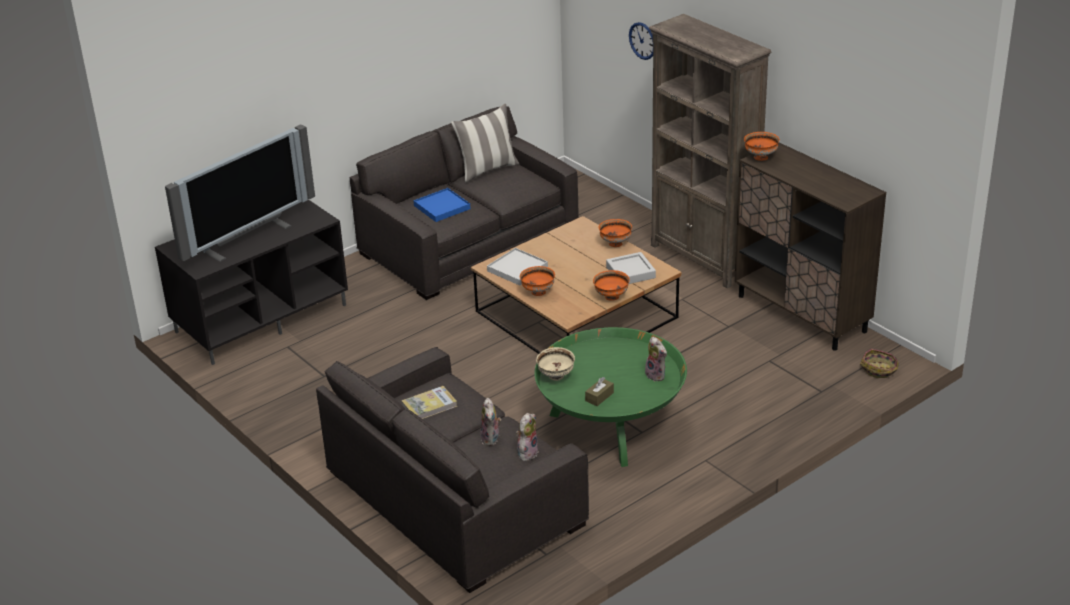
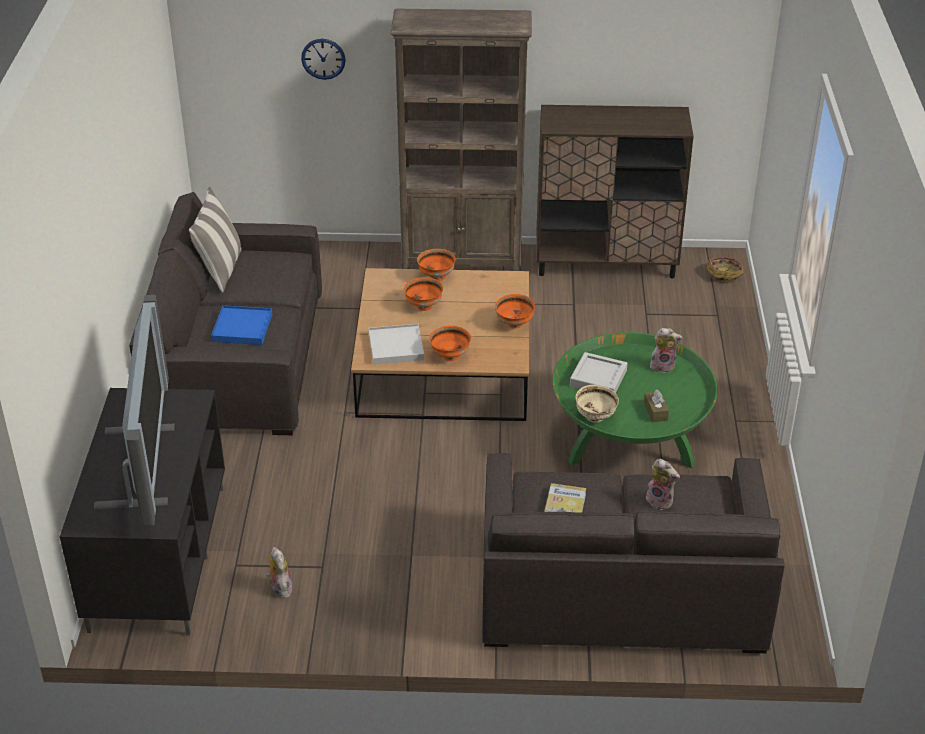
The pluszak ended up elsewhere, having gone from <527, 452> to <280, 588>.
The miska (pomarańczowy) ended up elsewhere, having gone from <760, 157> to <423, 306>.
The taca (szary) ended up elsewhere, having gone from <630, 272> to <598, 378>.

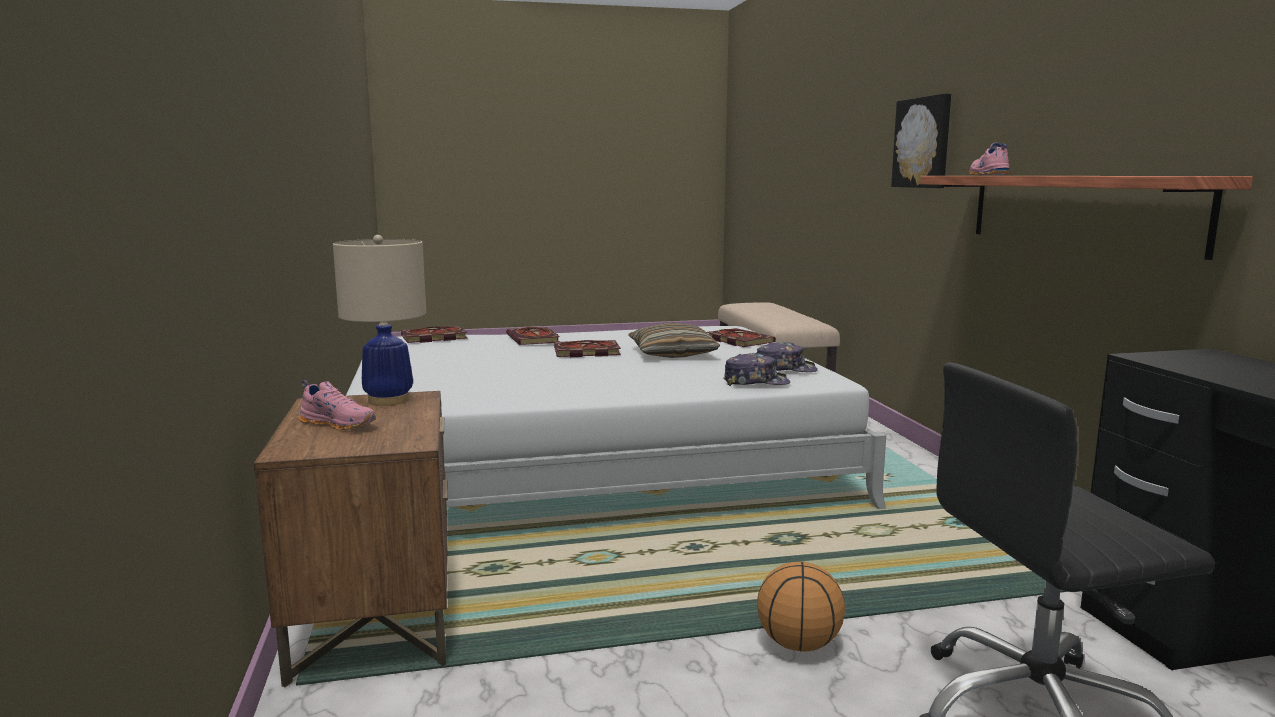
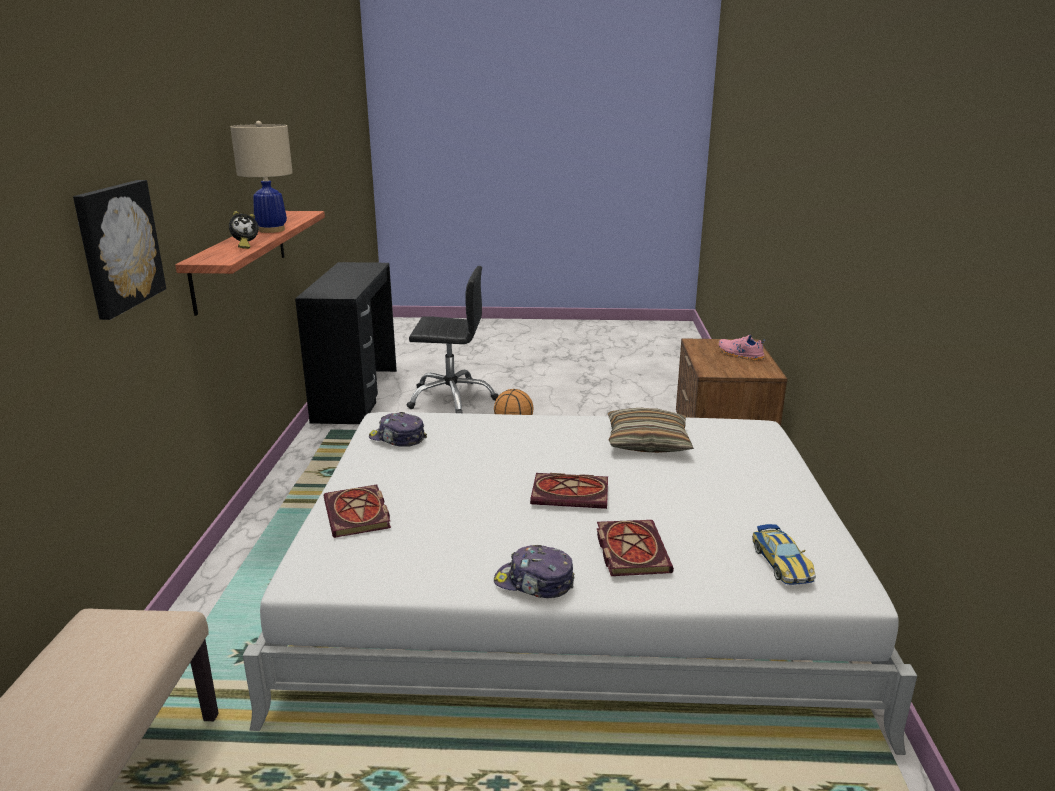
Where the but (różowy) stood at <987, 175>, the budzik came to stand at <245, 246>.
The lampa stołowa (beżowy) ended up elsewhere, having gone from <388, 400> to <272, 230>.
The czapka z daszkiem ended up elsewhere, having gone from <756, 382> to <534, 583>.
The poduszka ended up elsewhere, having gone from <672, 354> to <647, 442>.
Where the książka stood at <432, 338>, the samochodzik came to stand at <781, 562>.

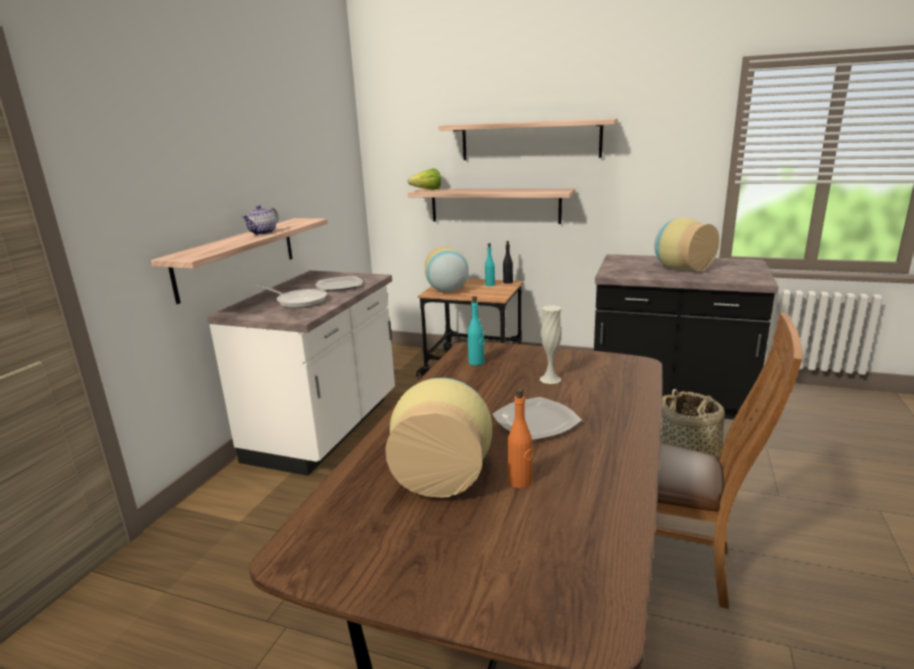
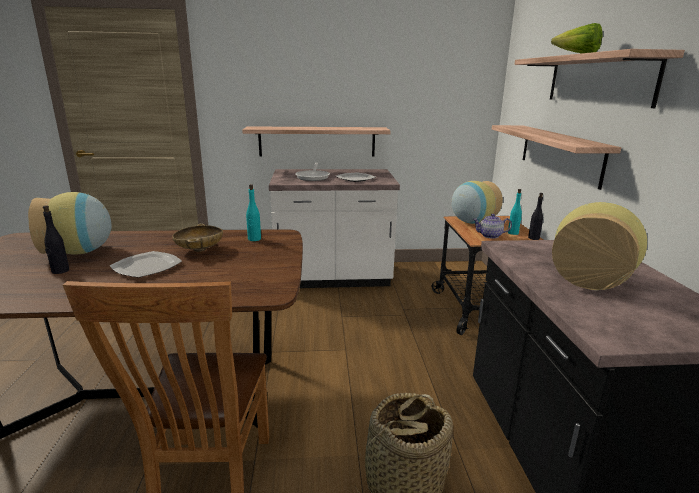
What was the butelka (pomarańczowy) at <520, 481> turned into the butelka (czarny) at <60, 271>.
The second view gained the miska (beżowy) at <199, 250>.
The imbryk ended up elsewhere, having gone from <263, 233> to <490, 236>.
The sałata ended up elsewhere, having gone from <427, 190> to <577, 55>.
The second view lost the wazon (biały) at <550, 379>.

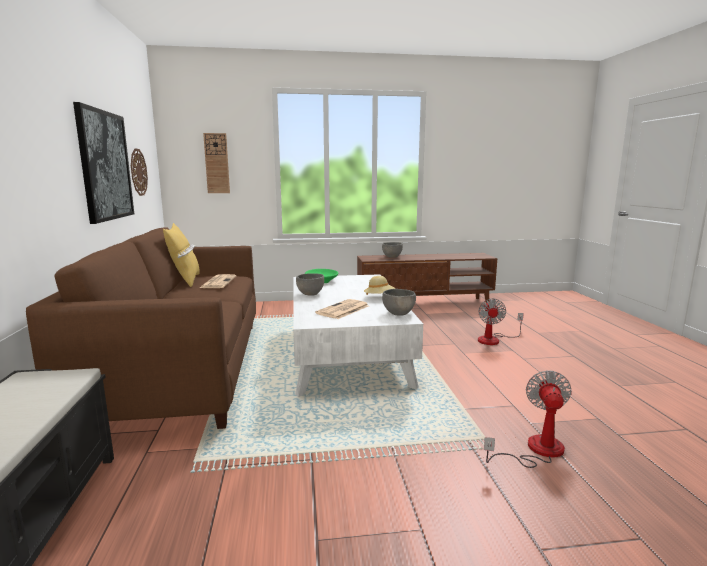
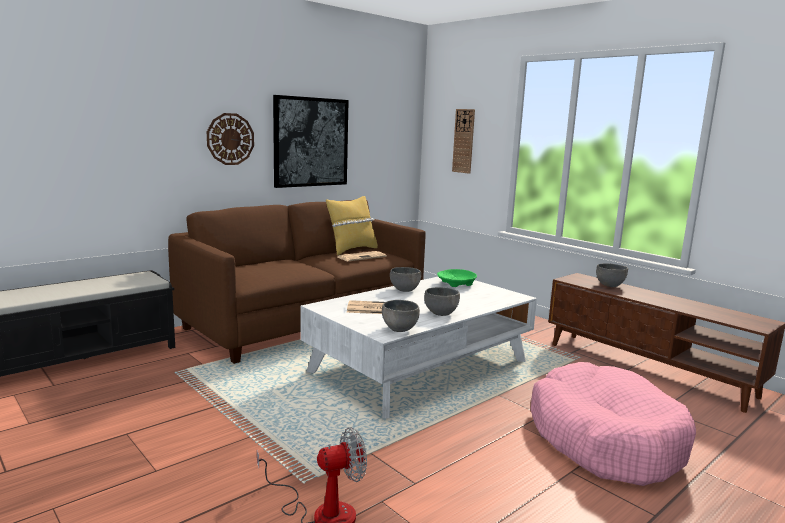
The zegar ścienny ended up elsewhere, having gone from <138, 172> to <230, 139>.
Where the kapelusz (beżowy) stood at <379, 297>, the miska (szary) came to stand at <441, 313>.
Where the wentylator stood at <494, 339>, the legowisko (różowy) came to stand at <604, 439>.

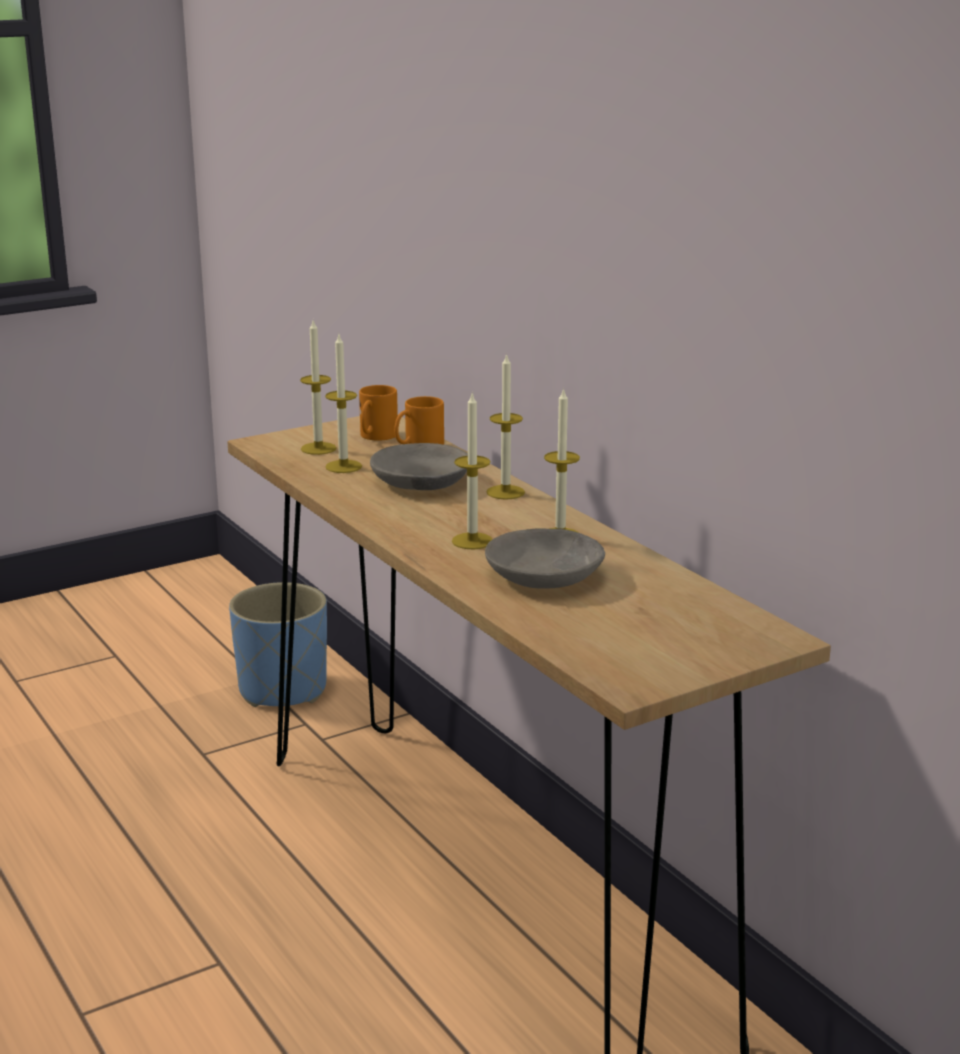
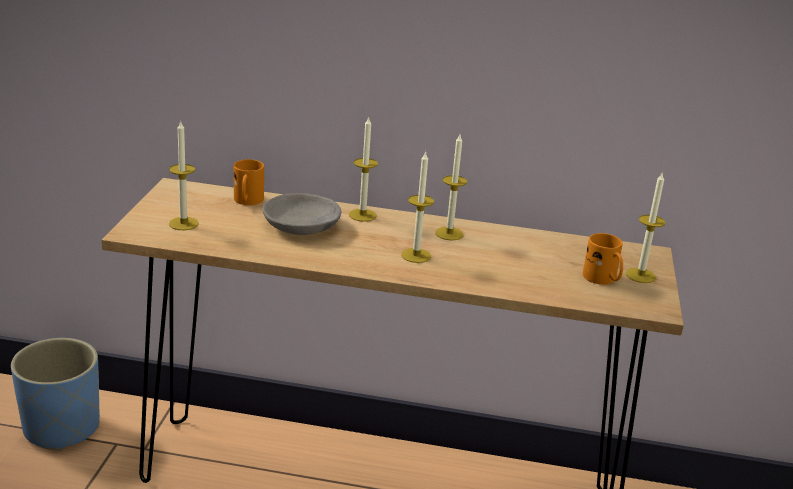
The kubek (pomarańczowy) ended up elsewhere, having gone from <376, 437> to <603, 280>.
The świeca ended up elsewhere, having gone from <343, 466> to <640, 275>.
The second view lost the miska (szary) at <546, 576>.

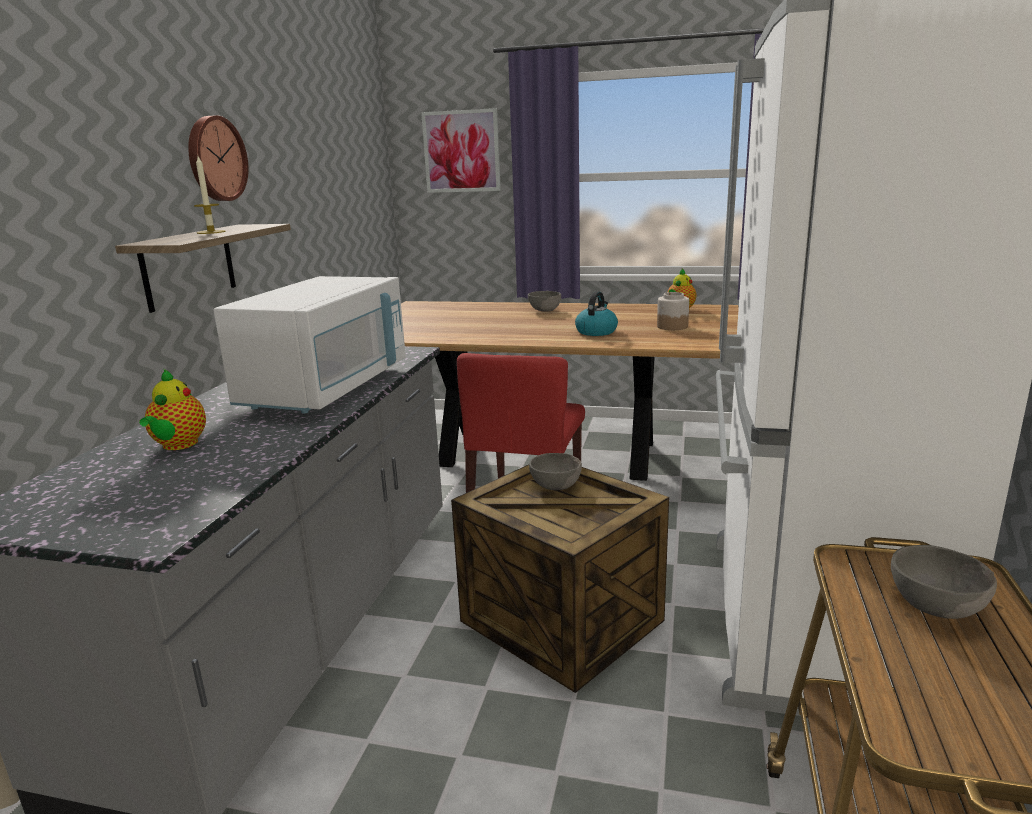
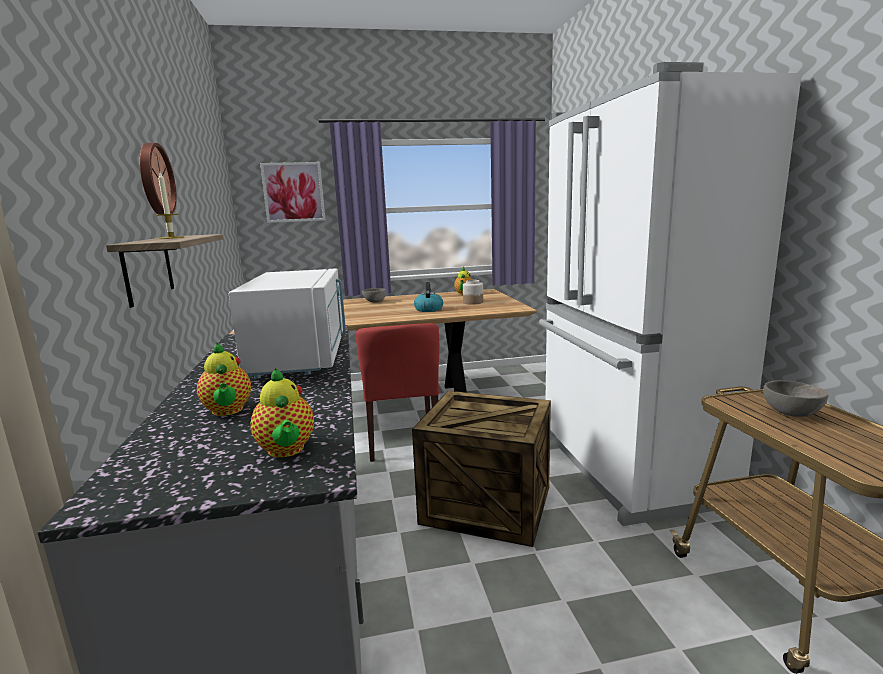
The second view gained the imbryk at <286, 451>.
The second view lost the miska (szary) at <556, 487>.

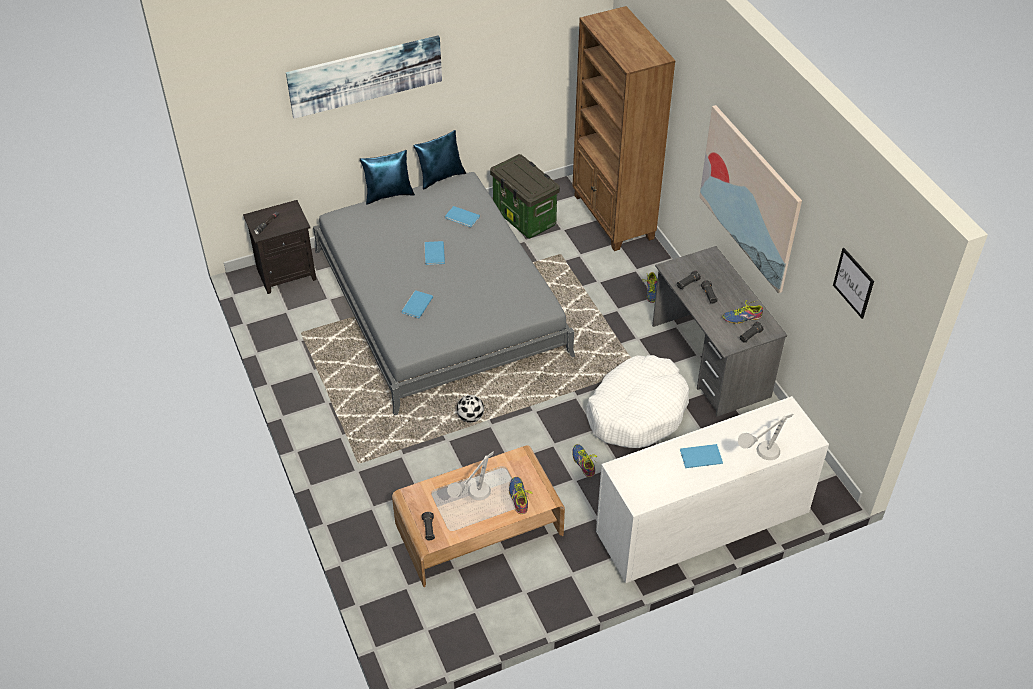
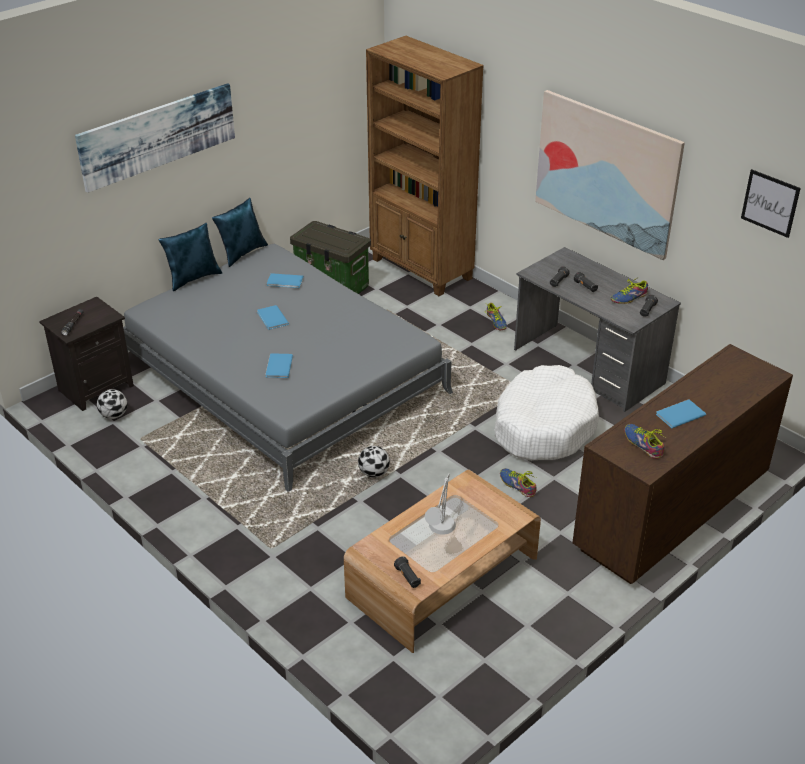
The second view gained the piłka futbolowa at <114, 415>.
What was the komoda (biały) at <700, 527> turned into the komoda (brązowy) at <670, 513>.
The but ended up elsewhere, having gone from <518, 497> to <643, 444>.
The second view lost the lampa stołowa (szary) at <759, 457>.

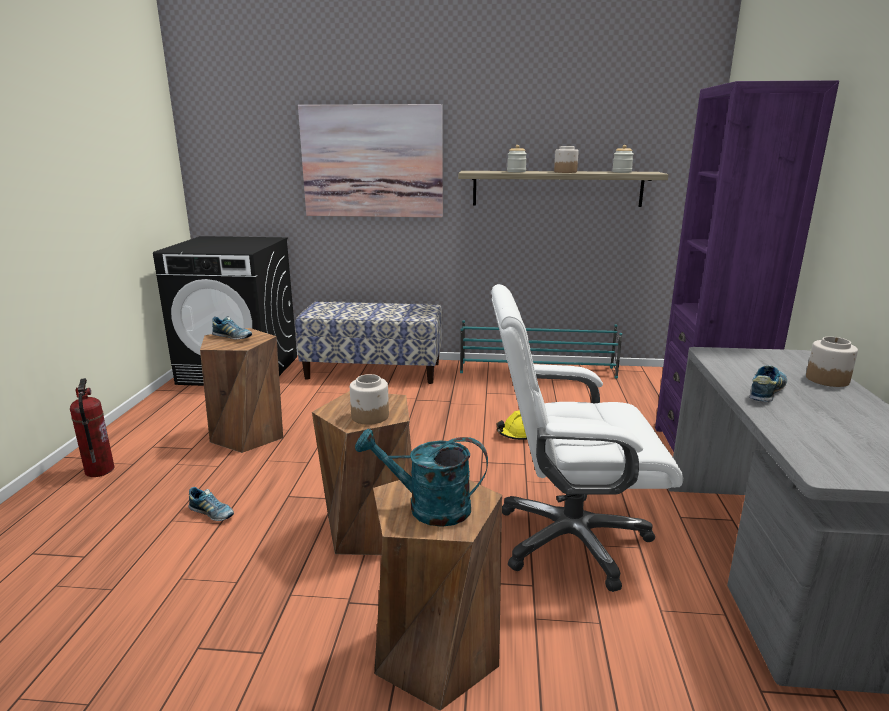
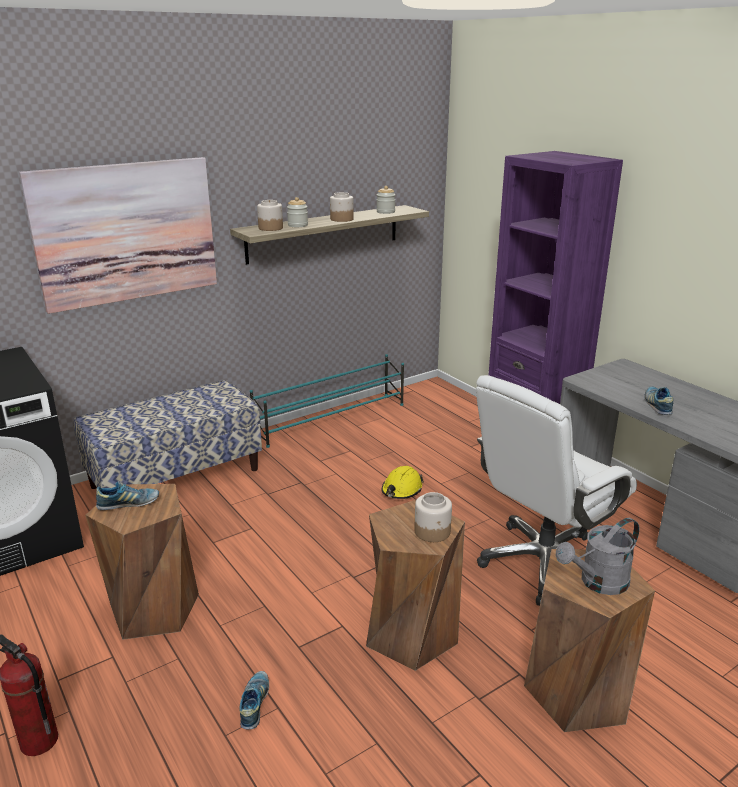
The but at <212, 513> ended up facing another way, 75 degrees counterclockwise from before.
The słoik ended up elsewhere, having gone from <827, 379> to <270, 228>.
What was the konewka (turkusowy) at <428, 508> turned into the konewka (szary) at <598, 583>.

